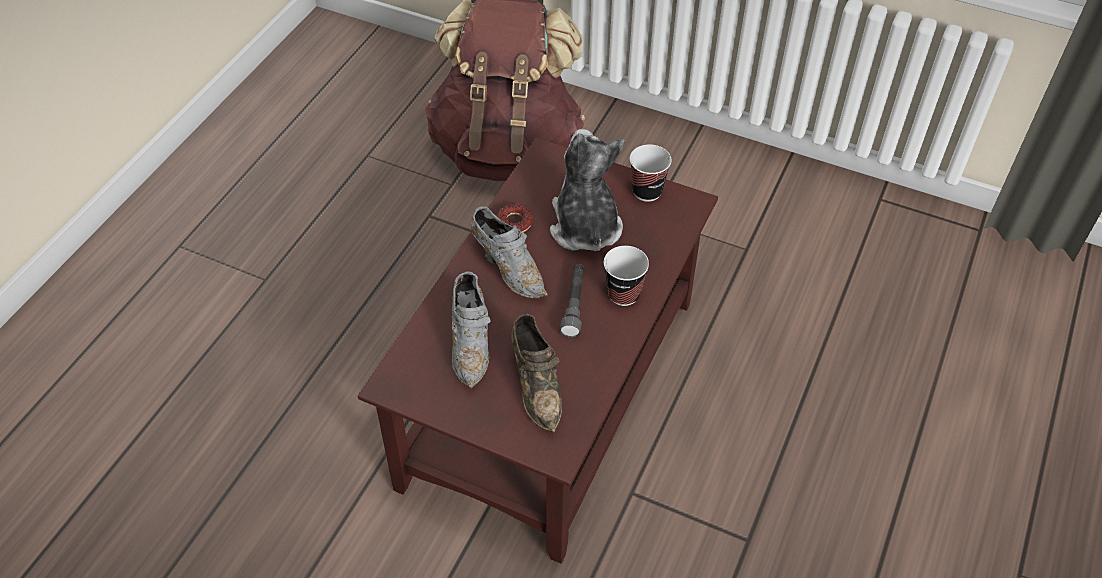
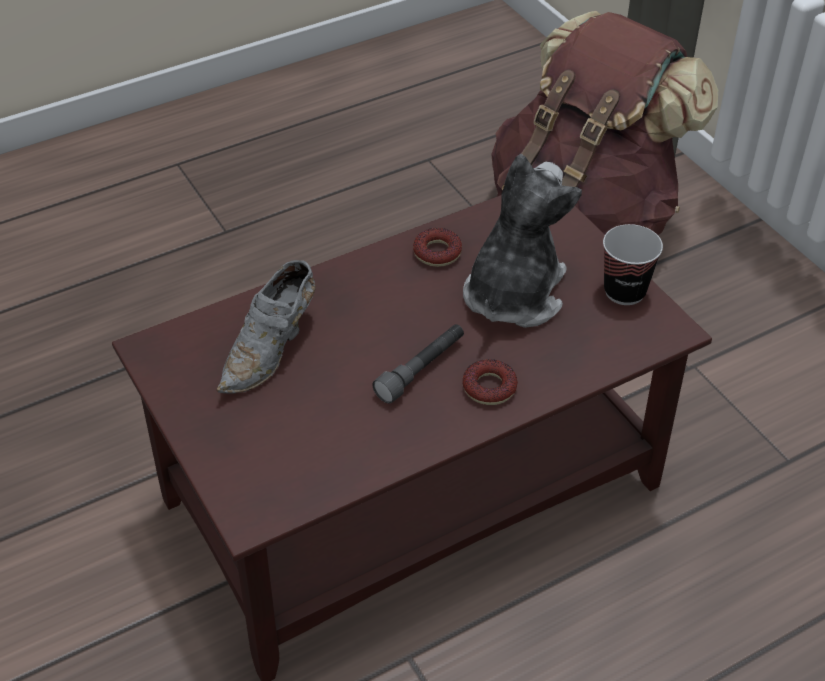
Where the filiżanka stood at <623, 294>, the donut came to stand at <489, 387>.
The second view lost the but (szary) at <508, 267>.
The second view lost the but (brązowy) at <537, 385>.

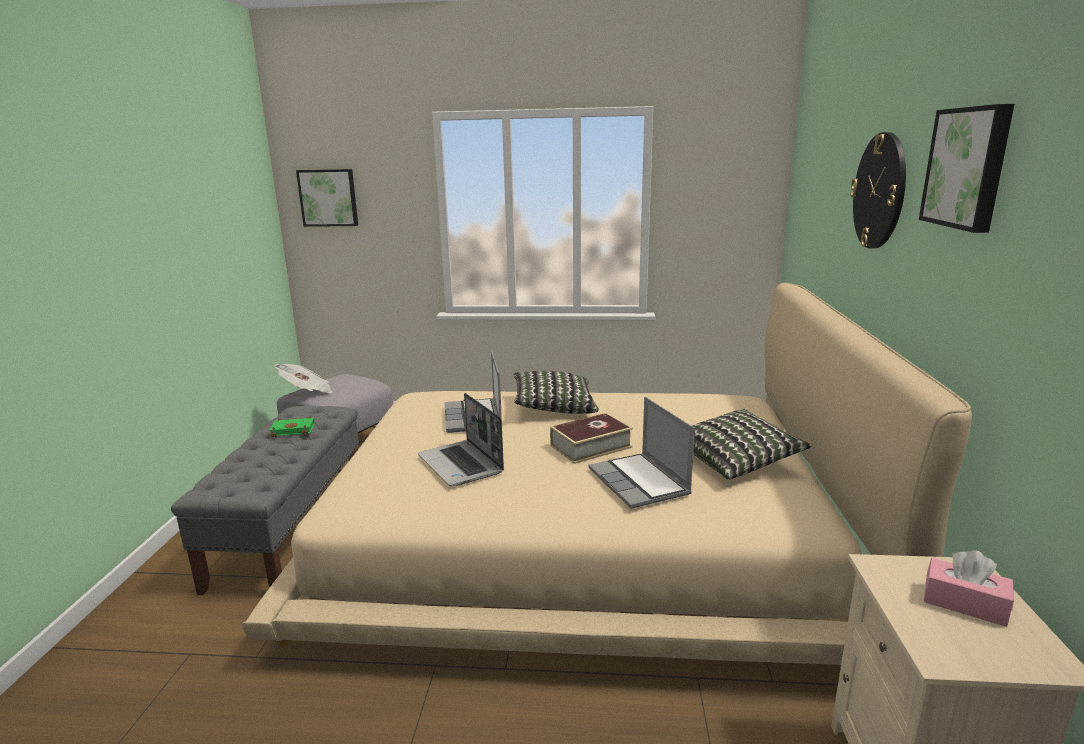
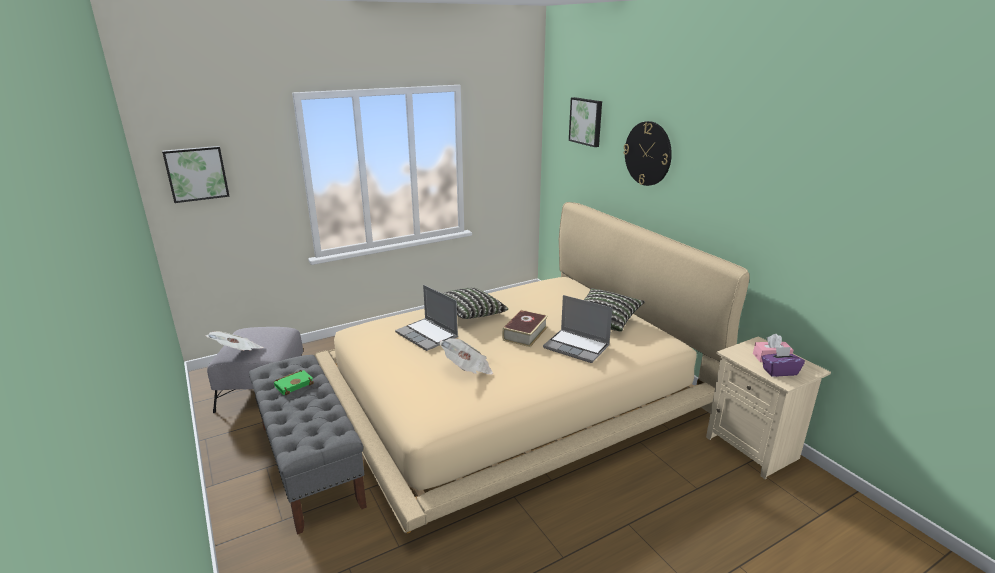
Where the laptop stood at <462, 465>, the gazeta came to stand at <467, 369>.
The obraz ended up elsewhere, having gone from <968, 167> to <586, 121>.
The second view gained the pudełko chusteczek (fioletowy) at <779, 371>.

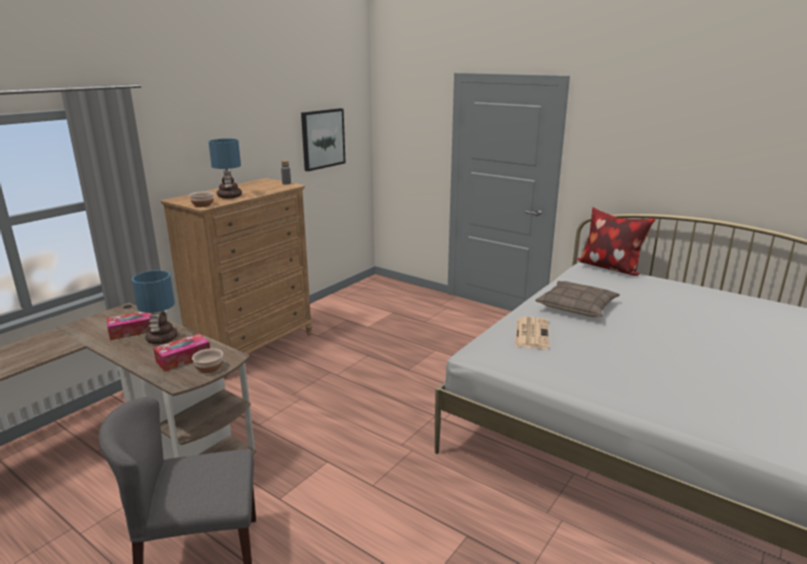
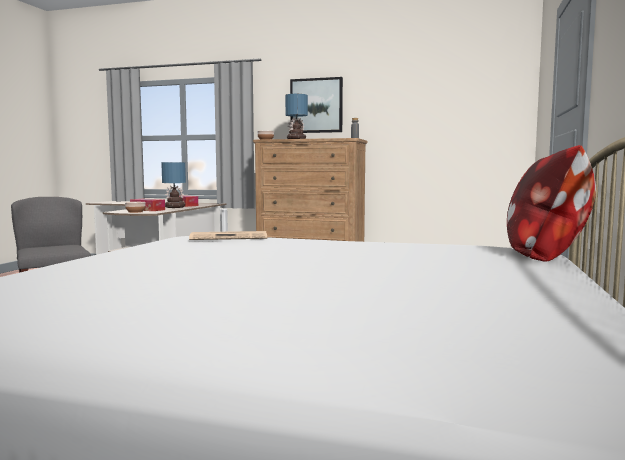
The obraz ended up elsewhere, having gone from <322, 139> to <316, 105>.
The second view lost the poduszka at <577, 306>.

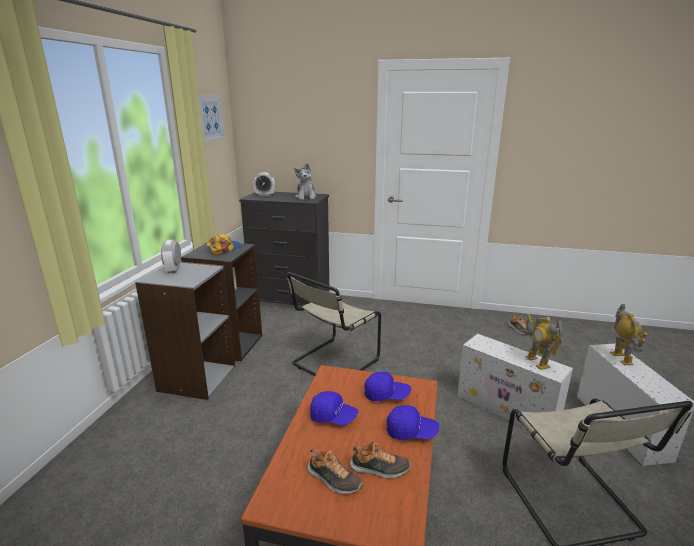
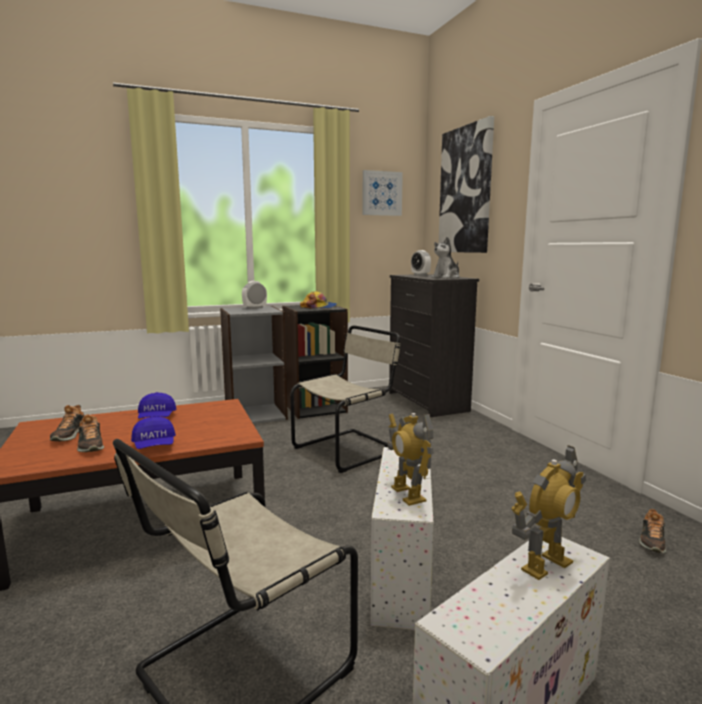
The krzesło (beżowy) at <333, 363> ended up facing another way, 135 degrees clockwise from before.
The robot zabawkowy at <537, 362> ended up facing another way, 60 degrees counterclockwise from before.
The second view gained the obraz at <466, 190>.
The second view lost the czapka z daszkiem (niebieski) at <386, 395>.

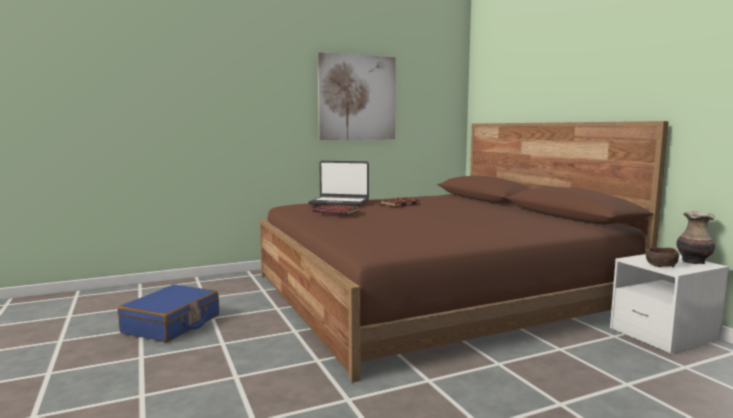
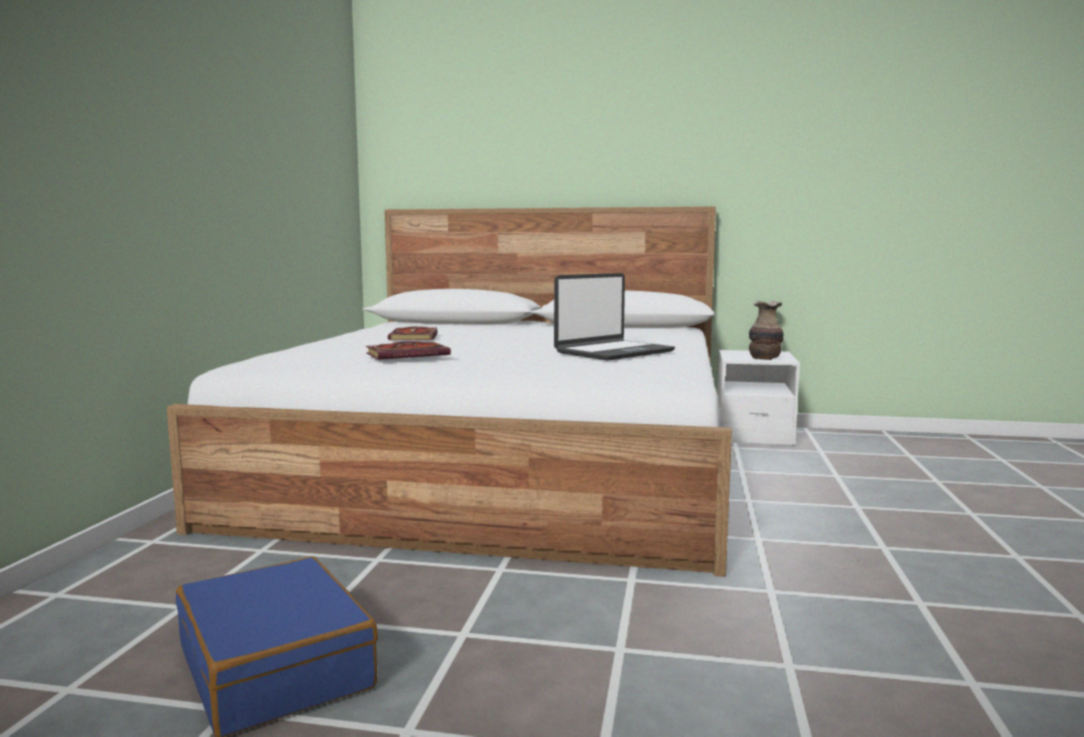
What was the łóżko (brązowy) at <433, 293> turned into the łóżko (biały) at <505, 466>.
The laptop ended up elsewhere, having gone from <339, 202> to <613, 352>.
The second view lost the obraz at <357, 97>.

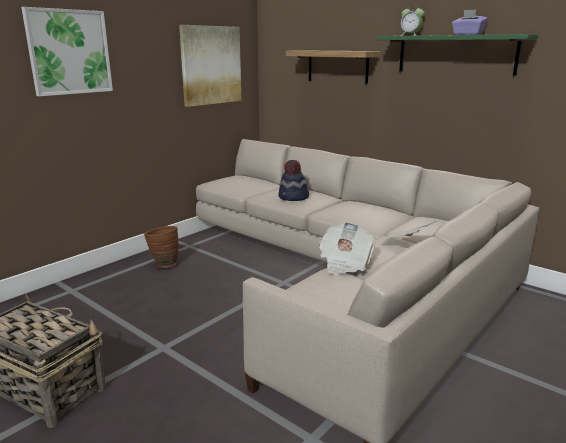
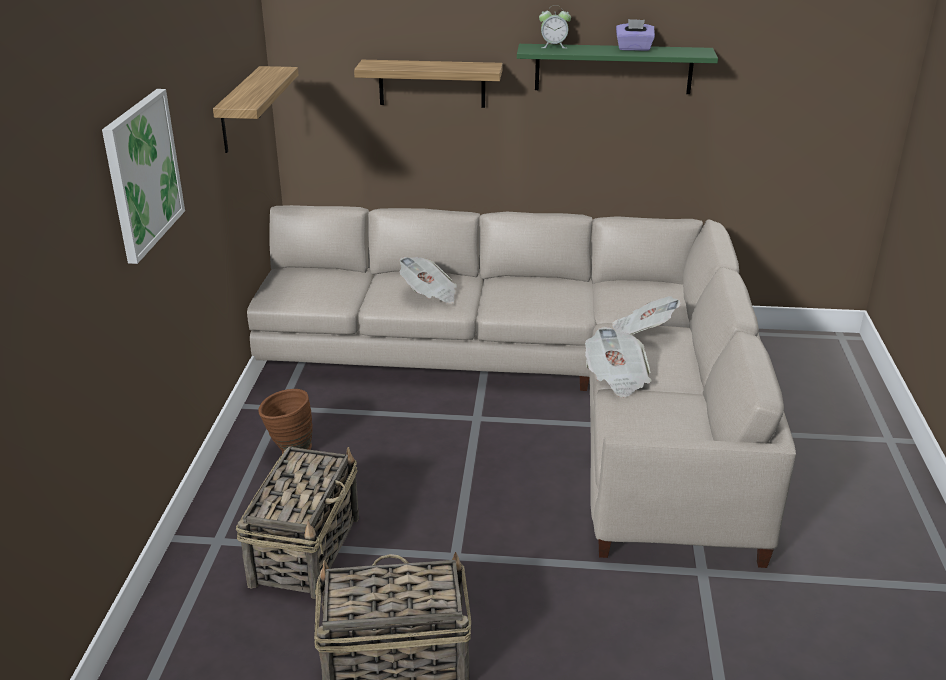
Where the obraz hung at <211, 65>, the półka came to hang at <240, 110>.
The second view gained the koszyk at <306, 549>.
Where the kapelusz stood at <293, 198>, the gazeta came to stand at <429, 294>.

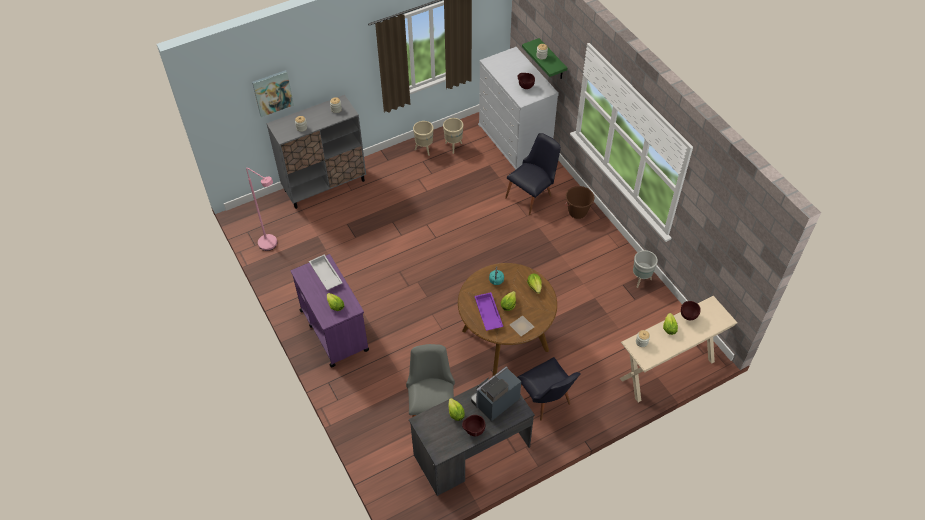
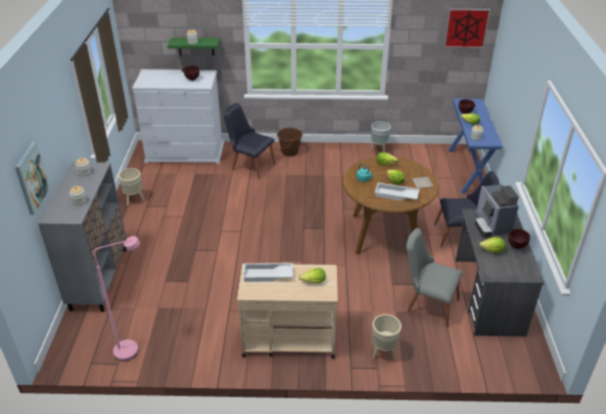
The krzesło (czarny) at <532, 195> ended up facing another way, 45 degrees counterclockwise from before.
What was the wózek (fioletowy) at <334, 329> turned into the wózek (beżowy) at <288, 339>.
The donica (beżowy) ended up elsewhere, having gone from <453, 146> to <383, 353>.
What was the taca (fioletowy) at <487, 314> turned into the taca (biały) at <396, 195>.
The second view gained the obraz at <466, 28>.
What was the stolik konsolowy (beżowy) at <667, 370> turned into the stolik konsolowy (niebieski) at <467, 170>.

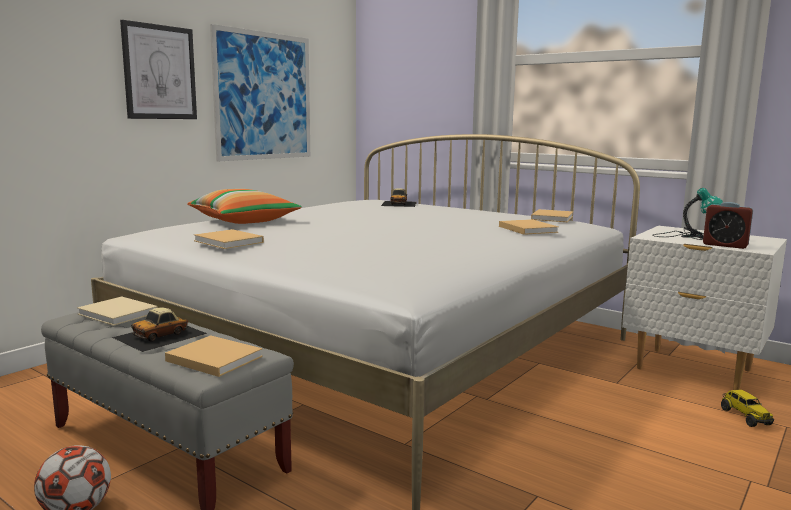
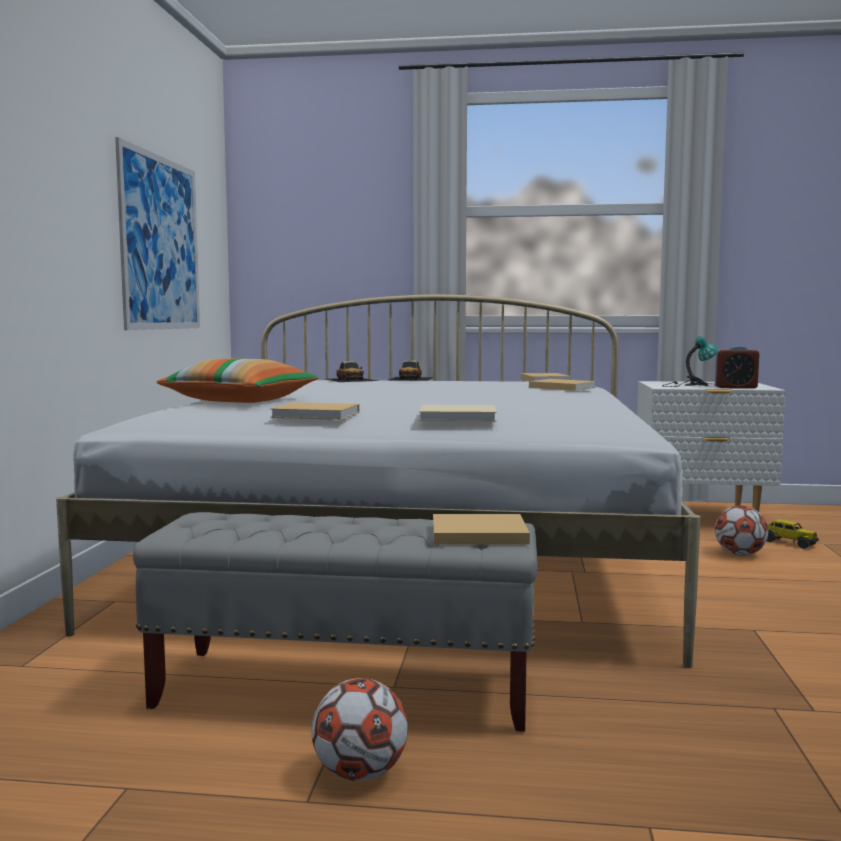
The samochodzik ended up elsewhere, having gone from <160, 335> to <411, 378>.
The książka (beżowy) ended up elsewhere, having gone from <119, 314> to <460, 417>.
The second view gained the piłka futbolowa at <740, 554>.
The second view lost the obraz at <159, 72>.

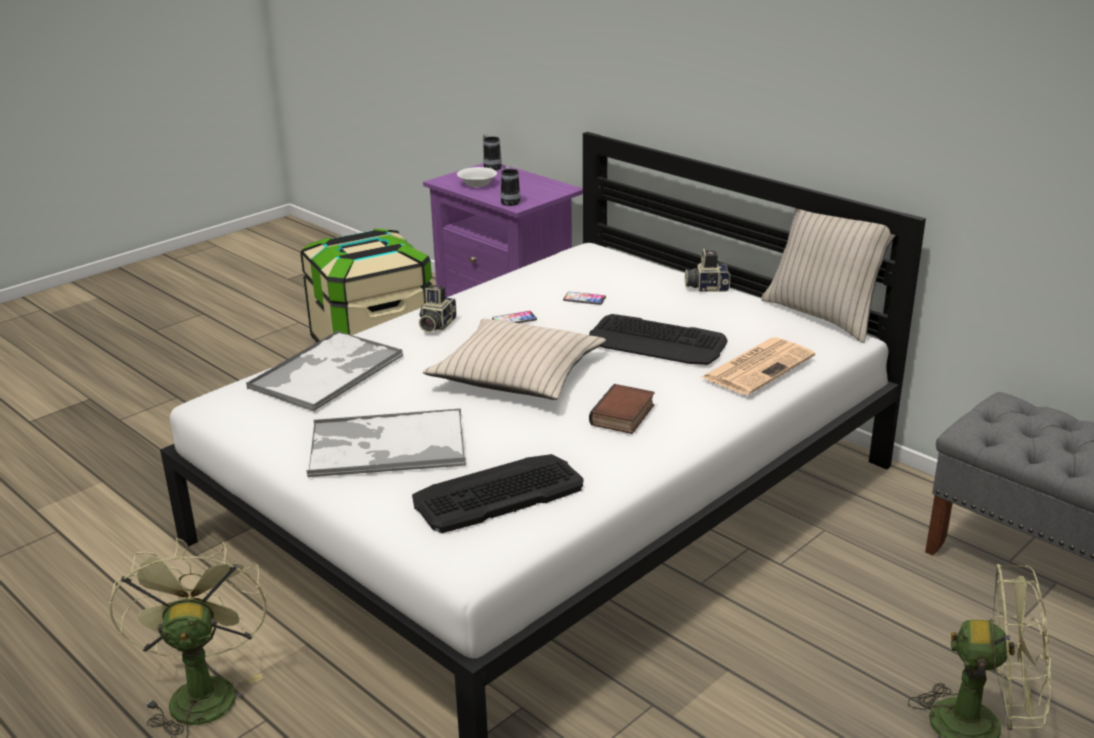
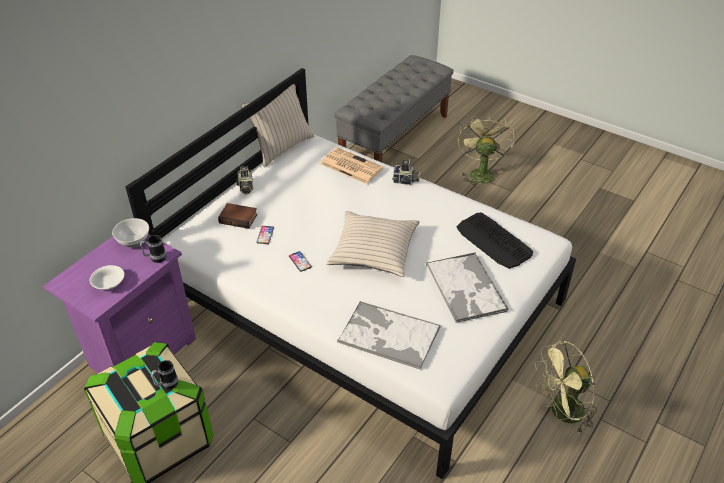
The second view gained the miska at <133, 240>.
The kubek ended up elsewhere, having gone from <491, 167> to <166, 385>.
The książka ended up elsewhere, having gone from <624, 416> to <239, 218>.
The aparat fotograficzny ended up elsewhere, having gone from <436, 325> to <406, 181>.
The second view lost the klawiatura at <657, 342>.

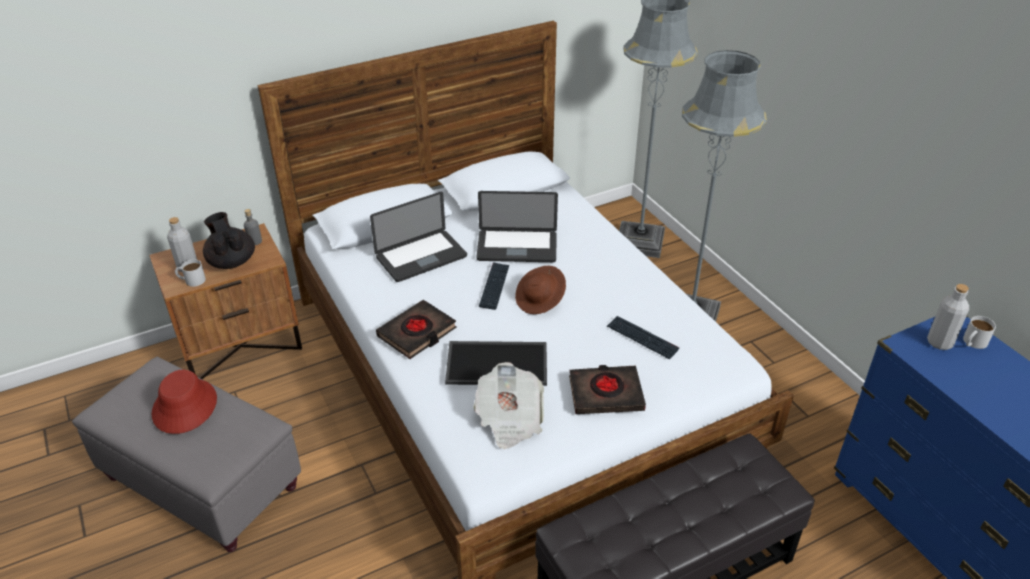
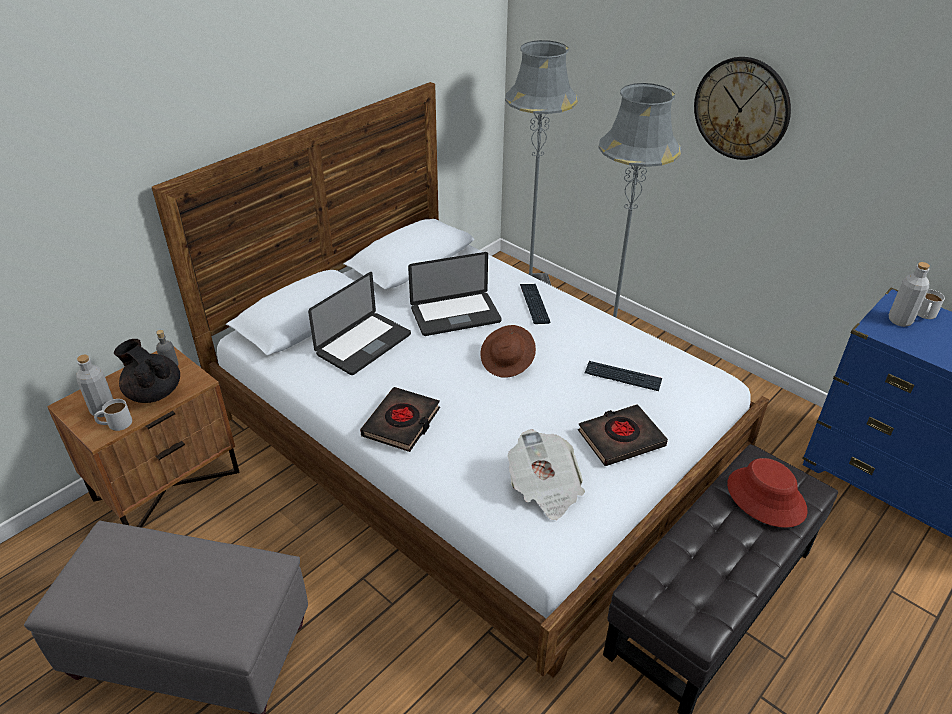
The klawiatura ended up elsewhere, having gone from <494, 286> to <534, 304>.
The second view gained the zegar ścienny at <741, 108>.
The kapelusz (czerwony) ended up elsewhere, having gone from <184, 406> to <765, 497>.
The second view lost the taca at <498, 362>.

